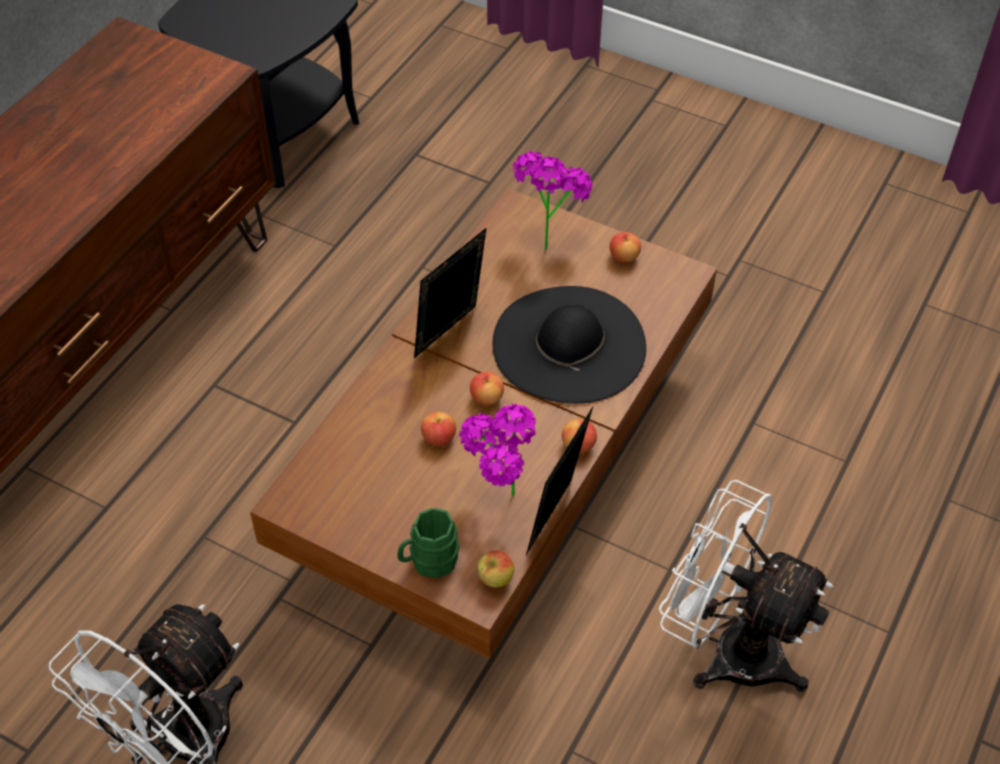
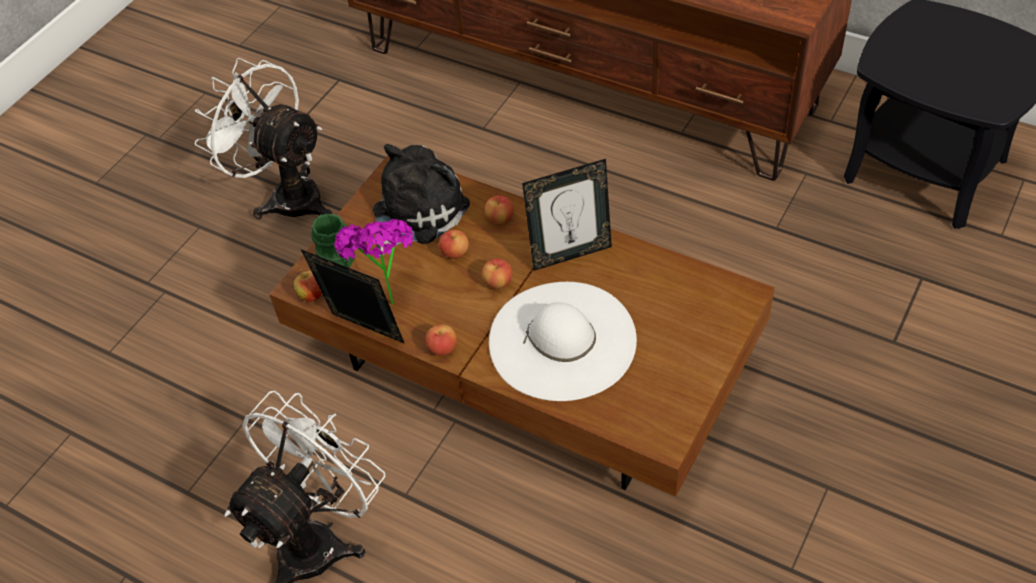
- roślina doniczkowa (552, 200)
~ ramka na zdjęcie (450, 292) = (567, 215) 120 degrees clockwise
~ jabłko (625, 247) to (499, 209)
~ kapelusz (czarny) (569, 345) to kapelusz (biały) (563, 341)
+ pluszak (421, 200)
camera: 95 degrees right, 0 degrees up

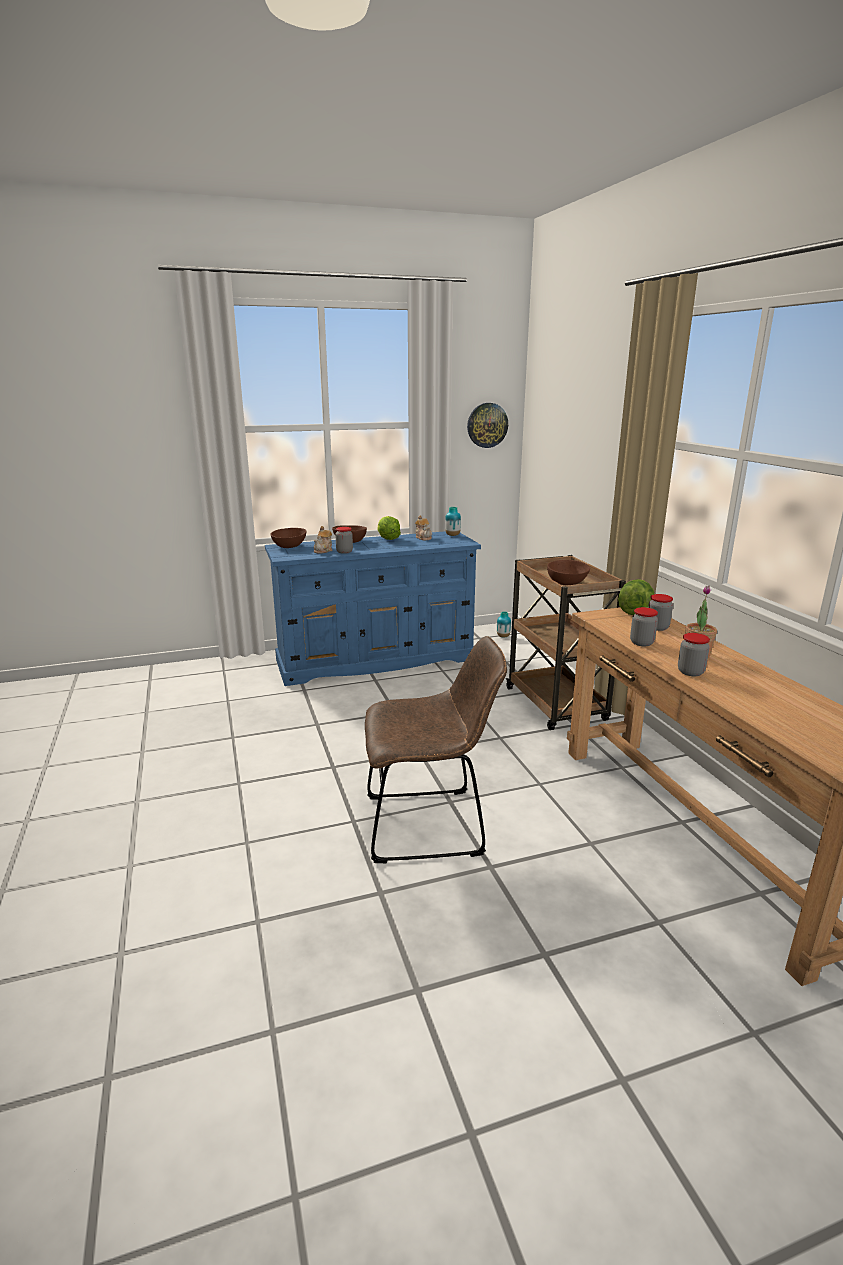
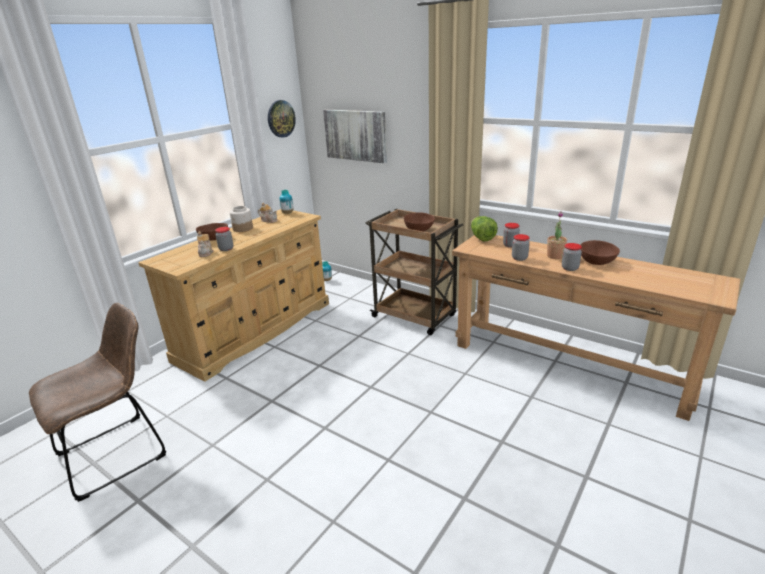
~ sałata (389, 528) to słoik (241, 219)
~ miska (brązowy) (288, 538) to (600, 252)
~ komoda (niebieski) (373, 608) to komoda (beżowy) (233, 295)
~ krzesło (brązowy) (436, 749) to (98, 402)
+ obraz (355, 136)
camera: 35 degrees left, 5 degrees up

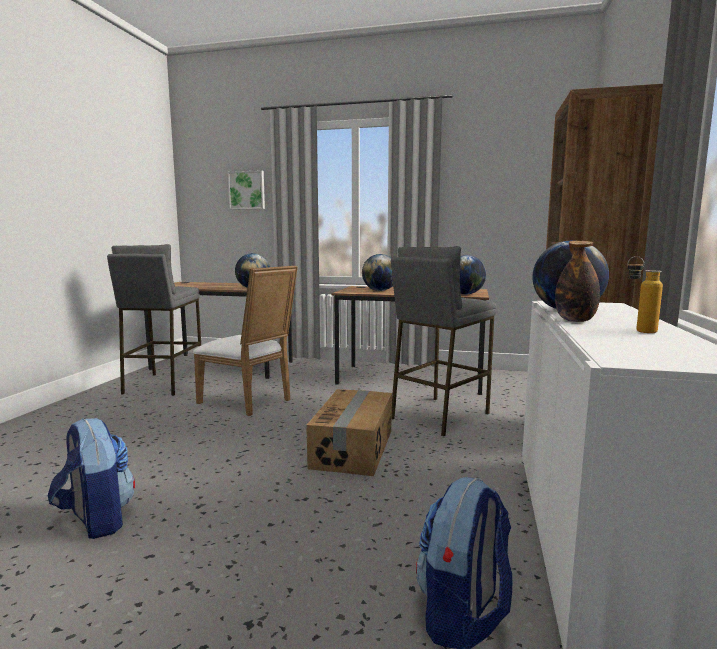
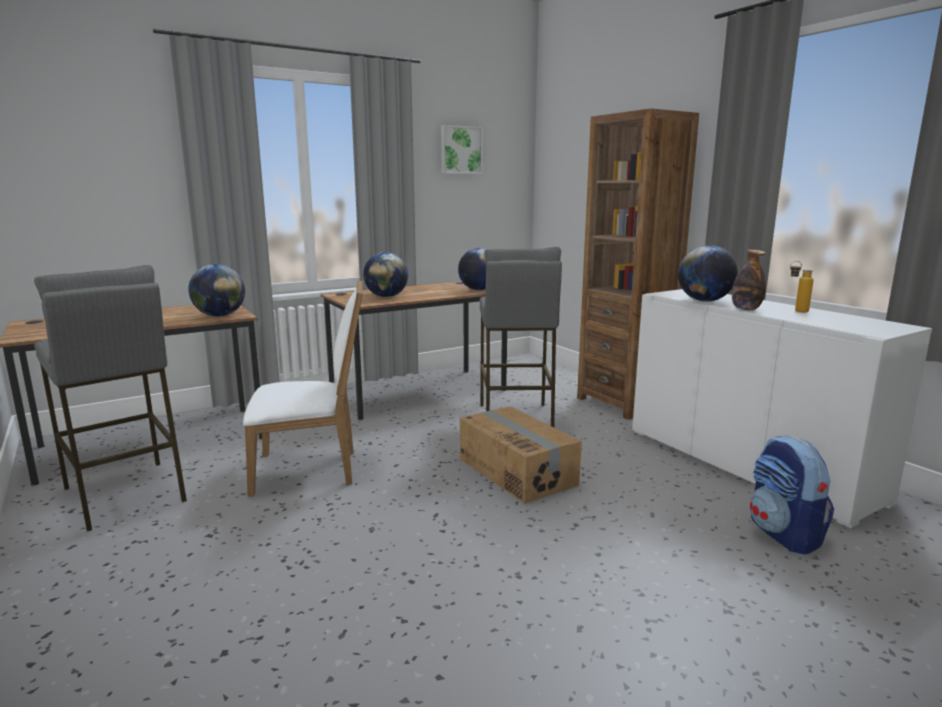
~ obraz (246, 189) to (462, 149)
- plecak (91, 478)
camera: 45 degrees left, 5 degrees up

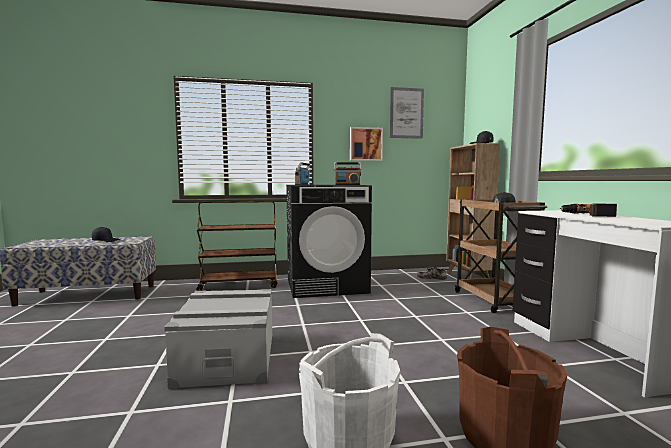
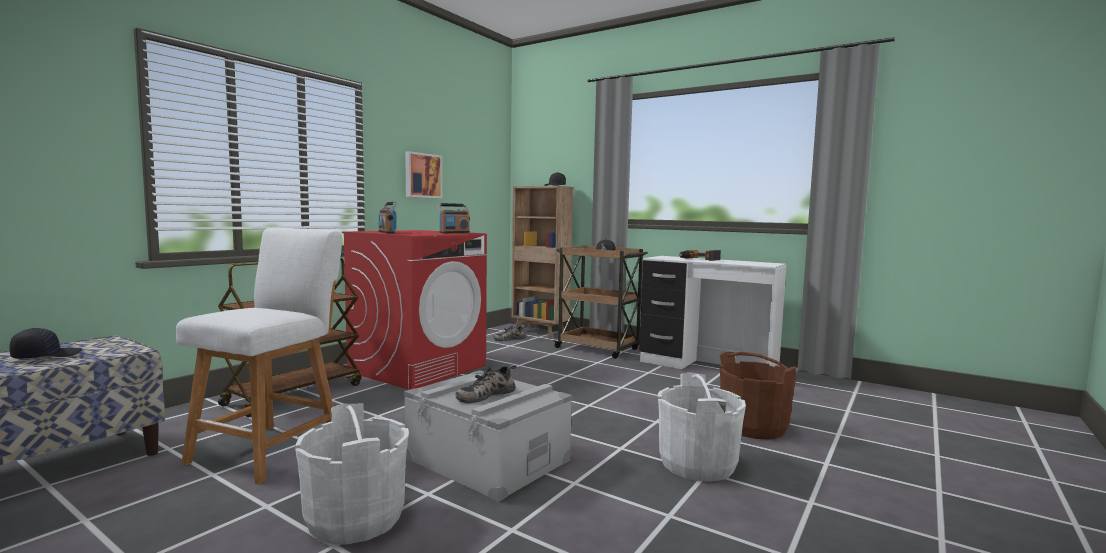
- obraz (407, 113)
~ pralka (czarny) (329, 241) to pralka (czerwony) (414, 310)
+ stołek (biały) (259, 356)
+ but (486, 384)
+ wiadro (biały) (352, 474)
camera: 45 degrees left, 0 degrees up

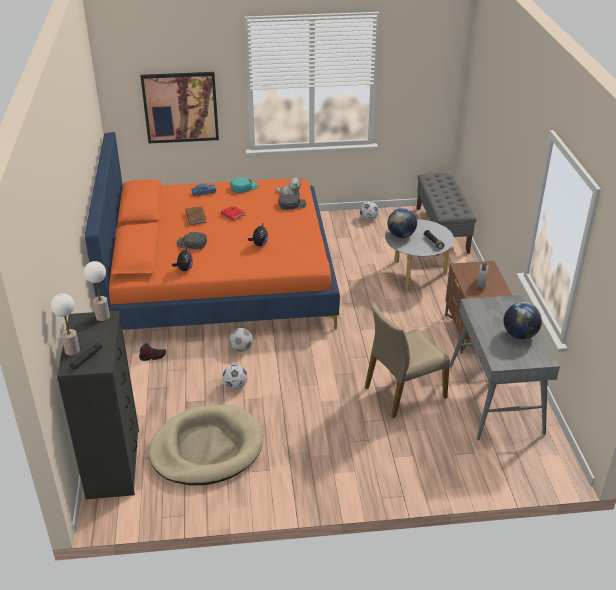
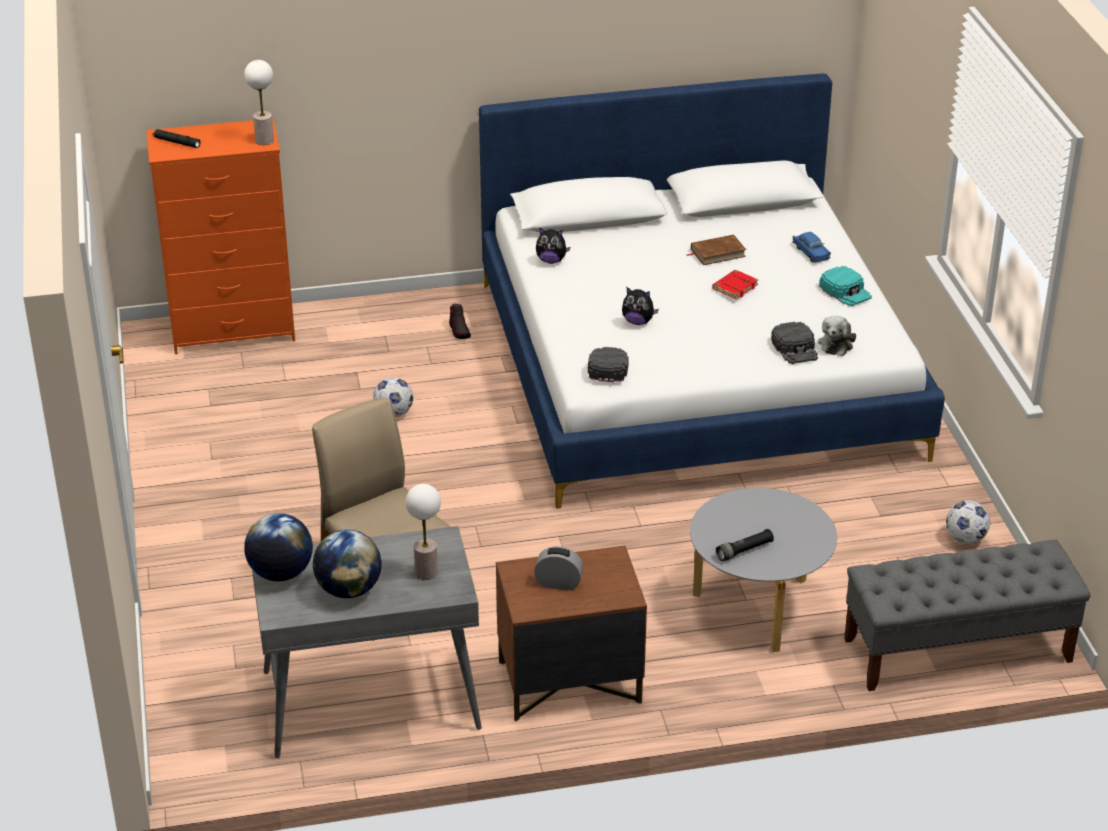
- obraz (179, 107)
~ łóżko (pomarańczowy) (212, 231) to łóżko (biały) (712, 291)
~ globus (402, 223) to (278, 547)
~ czapka z daszkiem (czarny) (191, 241) to (608, 364)
~ lampa stołowa (65, 325) to (423, 532)
~ komoda (czarny) (98, 405) to komoda (pomarańczowy) (220, 236)
- piłka futbolowa (241, 340)
- legowisko (beżowy) (206, 444)
camera: 85 degrees right, 0 degrees up

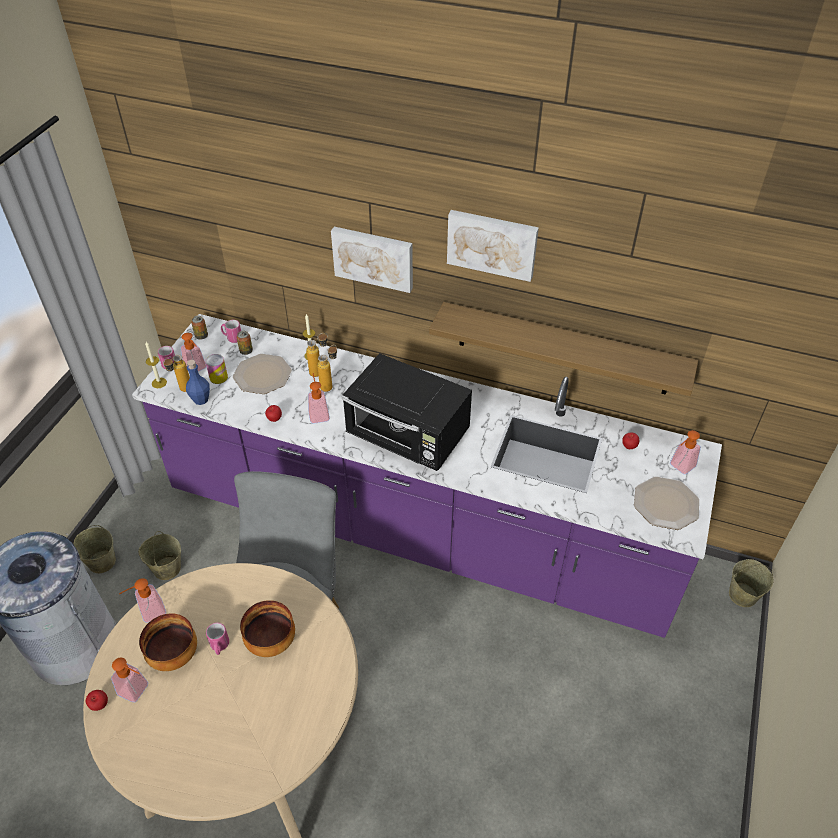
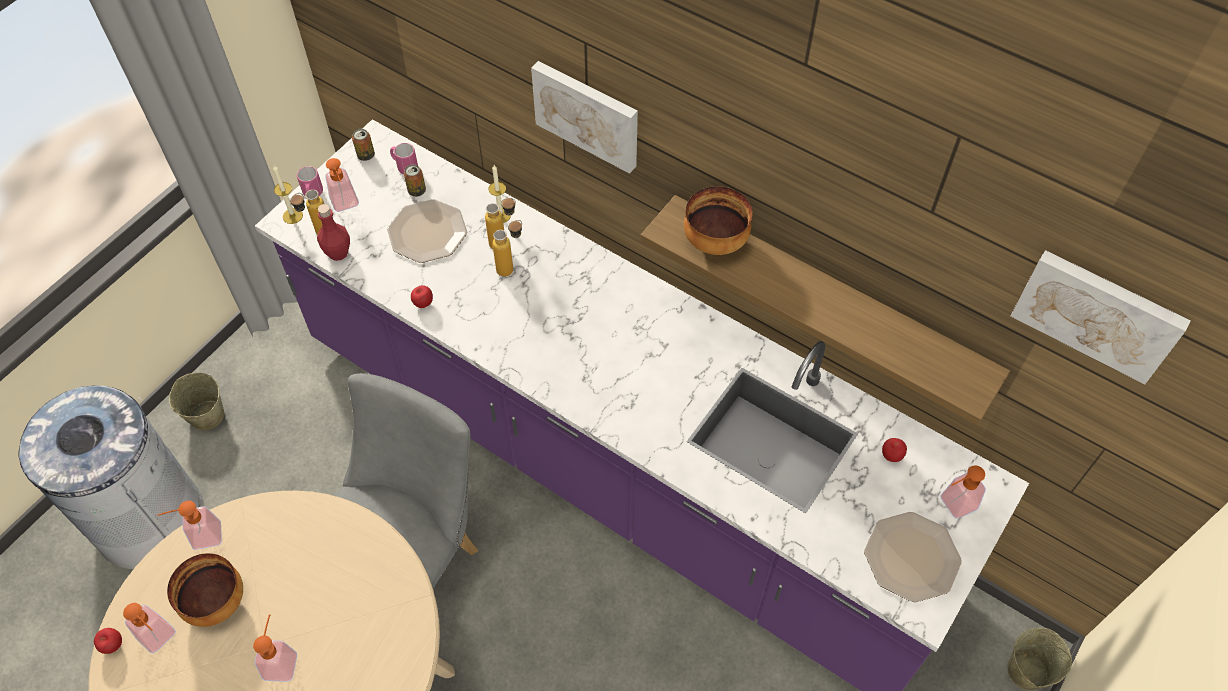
~ obraz (493, 246) to (1101, 317)
- mikrofalówka (czarny) (407, 412)
- puszka (216, 369)
~ butelka (niebieski) (198, 382) to butelka (czerwony) (333, 232)
~ dozownik mydła (319, 398) to (275, 648)
- wiadro (beżowy) (159, 555)
~ miska (267, 628) to (718, 220)
- kubek (różowy) (217, 639)
camera: 15 degrees right, 10 degrees up

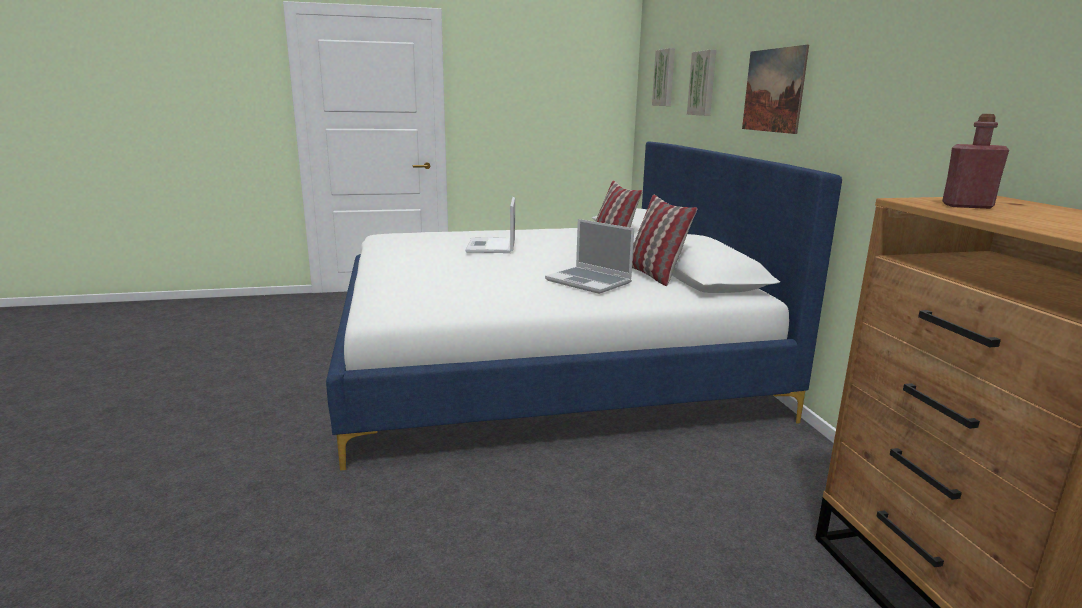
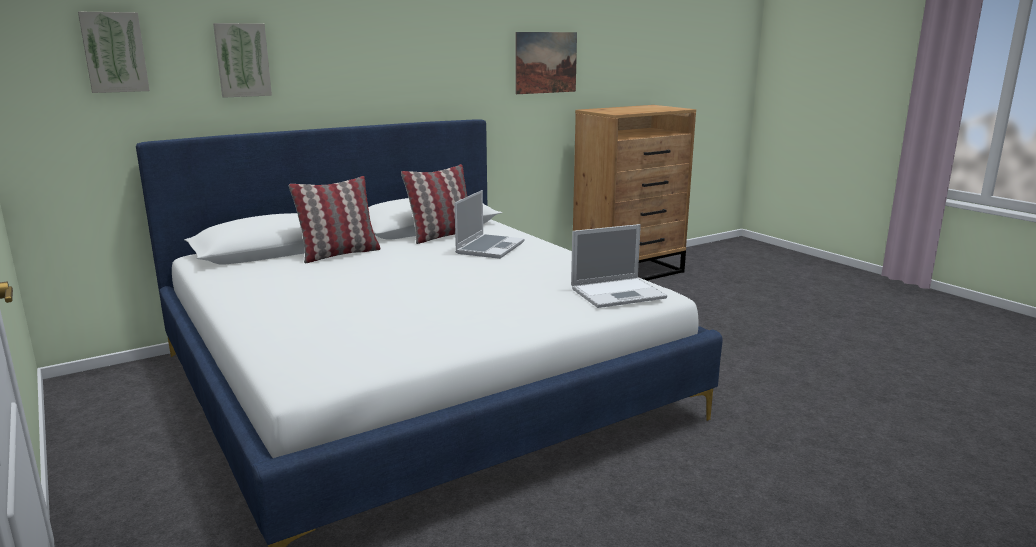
~ obraz (775, 89) to (546, 63)
- butelka (czerwony) (975, 161)
~ laptop (490, 225) to (619, 266)
camera: 110 degrees left, 0 degrees up

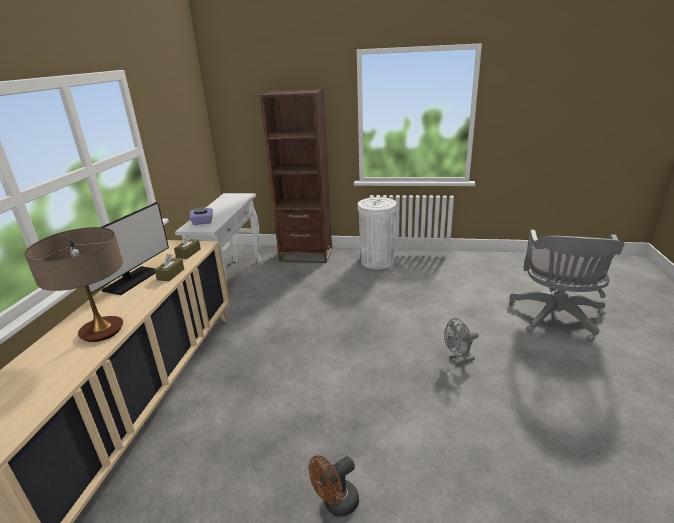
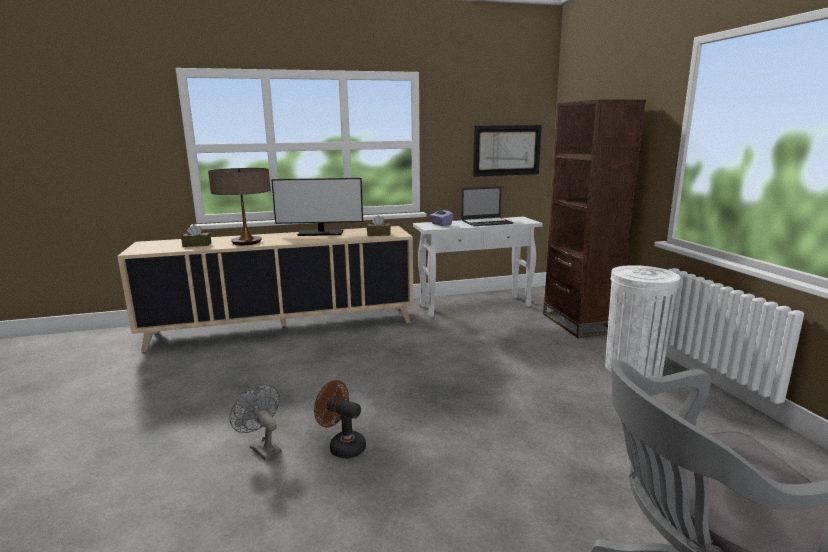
~ pudełko chusteczek (brązowy) (169, 267) to (196, 235)
~ wentylator (szary) (461, 341) to (255, 422)
~ wentylator (brązowy) (334, 486) to (340, 419)
+ obraz (507, 151)
+ laptop (487, 206)
camera: 65 degrees right, 10 degrees down

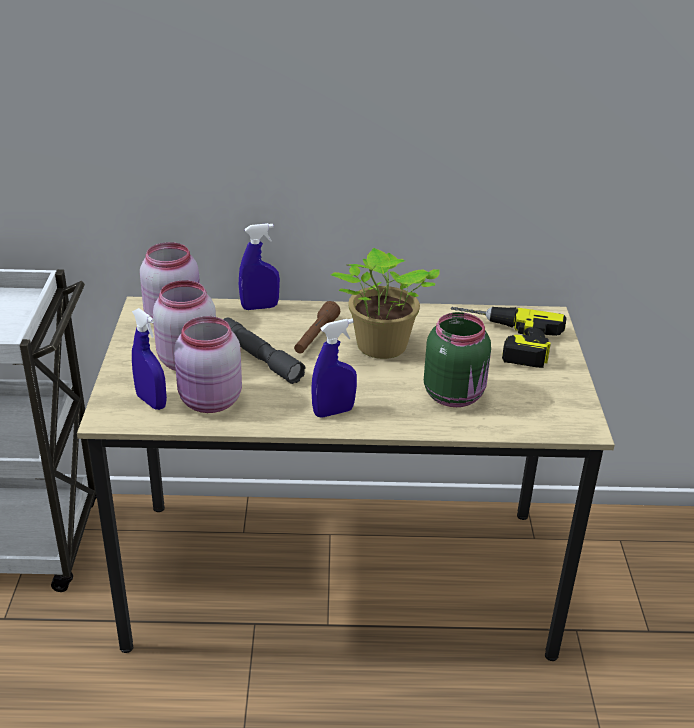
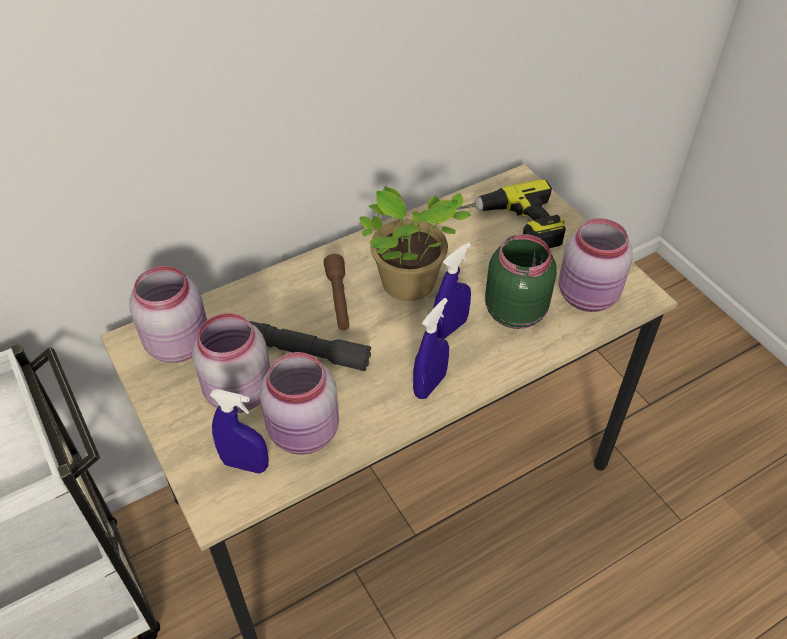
~ spryskiwacz (niebieski) (259, 266) to (452, 290)
+ słoik (różowy) (596, 265)
camera: 30 degrees left, 15 degrees up

